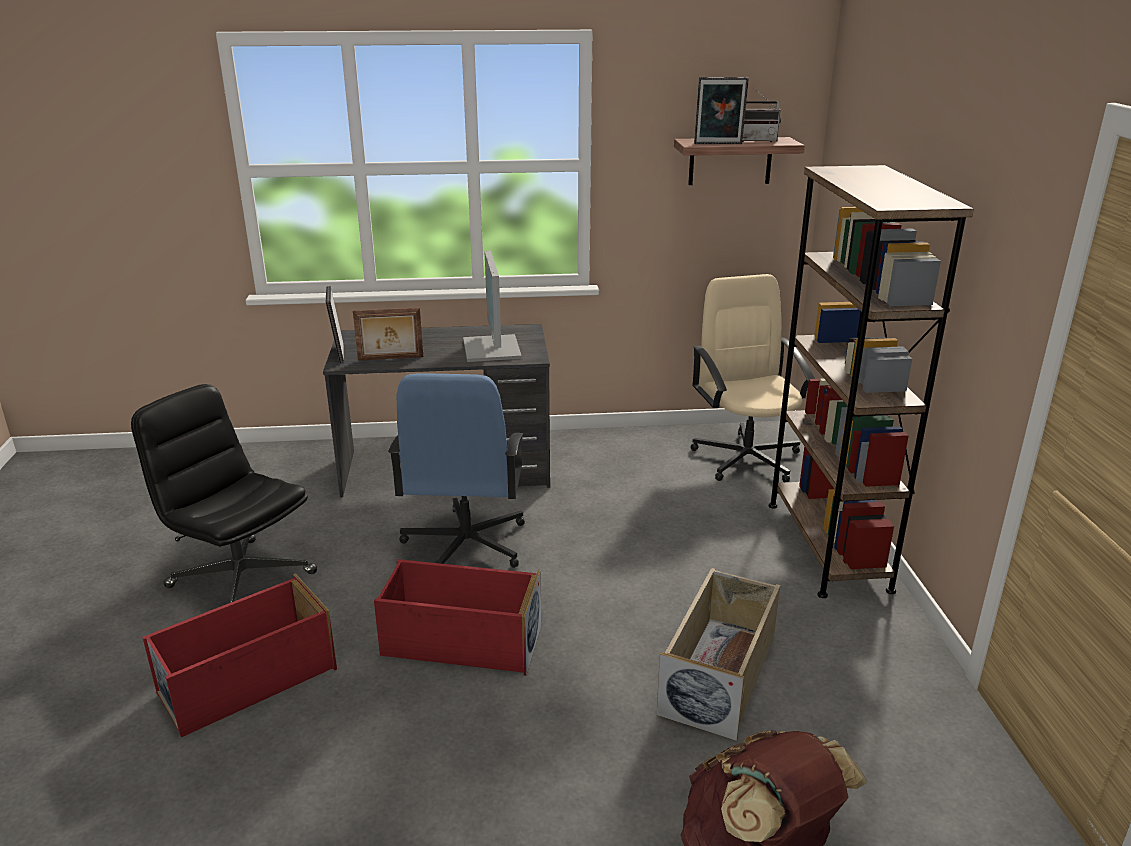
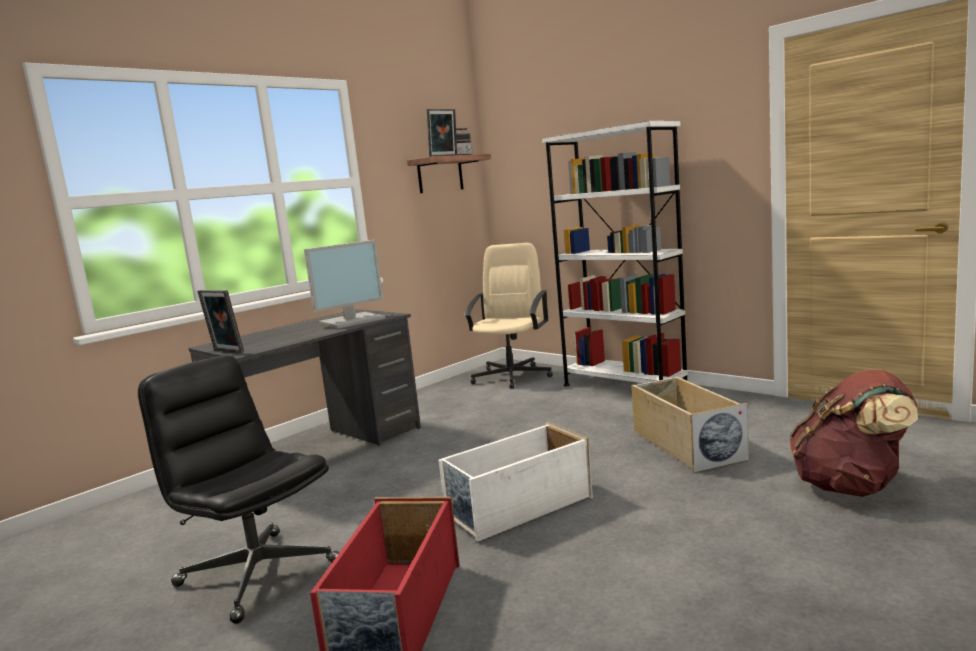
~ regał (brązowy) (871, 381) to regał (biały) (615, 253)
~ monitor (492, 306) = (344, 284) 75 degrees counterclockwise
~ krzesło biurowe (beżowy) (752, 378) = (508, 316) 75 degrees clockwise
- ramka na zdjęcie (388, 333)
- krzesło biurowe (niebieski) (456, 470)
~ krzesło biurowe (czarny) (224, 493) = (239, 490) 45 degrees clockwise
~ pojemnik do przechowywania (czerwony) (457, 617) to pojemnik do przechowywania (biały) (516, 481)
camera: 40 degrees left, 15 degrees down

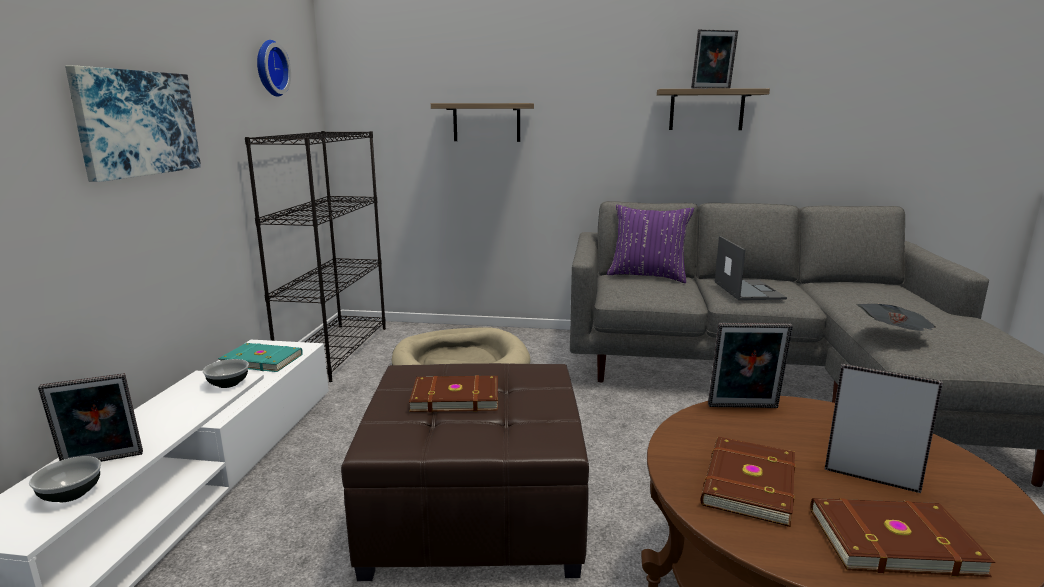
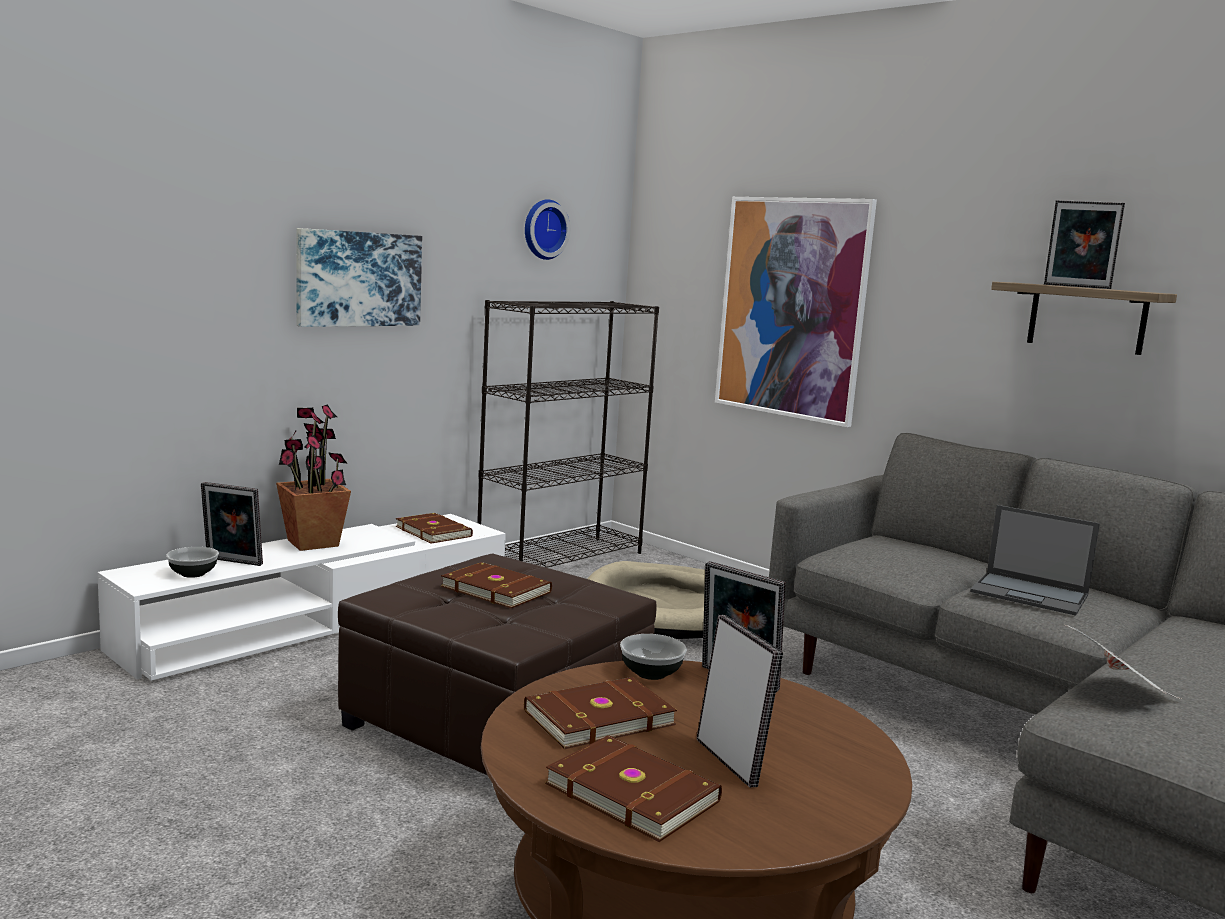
~ półka (482, 122) to obraz (796, 312)
- poduszka (fioletowy) (650, 244)
~ laptop (751, 268) = (1035, 560) 90 degrees clockwise
~ książka (turkusowy) (260, 357) to książka (brązowy) (434, 528)
~ miska (226, 373) to (653, 657)
+ roślina doniczkowa (313, 477)
camera: 35 degrees right, 5 degrees down

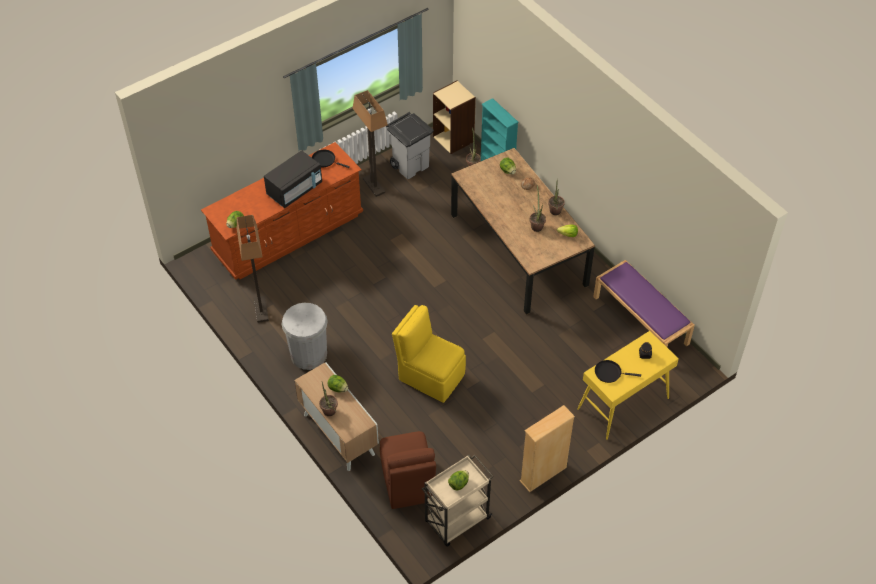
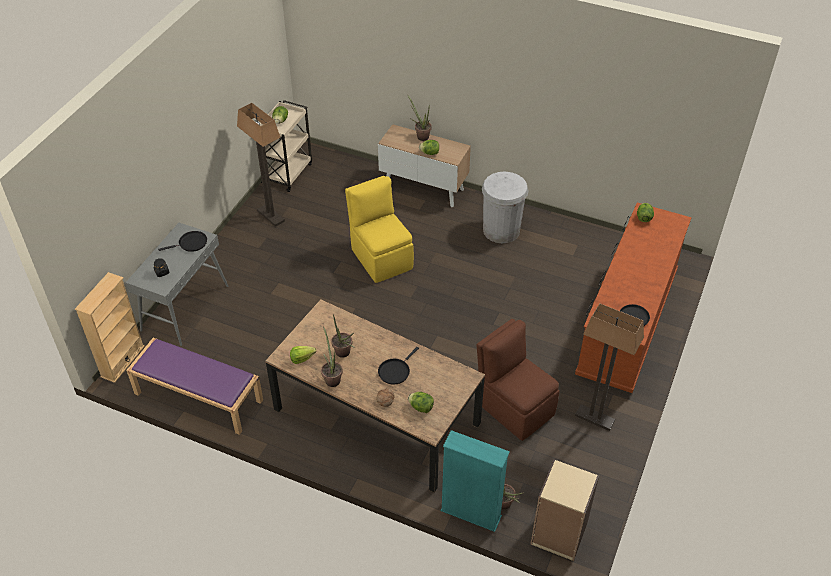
- kosz na śmieci (szary) (410, 145)
- mikrofalówka (czarny) (293, 179)
~ lampa stojąca (253, 269) to (261, 165)
~ krzesło (żółty) (429, 354) = (379, 229) 120 degrees counterclockwise
~ stolik konsolowy (żółty) (628, 385) to stolik konsolowy (szary) (176, 284)
~ regał (beżowy) (547, 448) to (110, 327)
~ krzesło (brązowy) (408, 470) to (517, 380)
+ patelnia (czarny) (398, 366)
camera: 150 degrees right, 5 degrees down

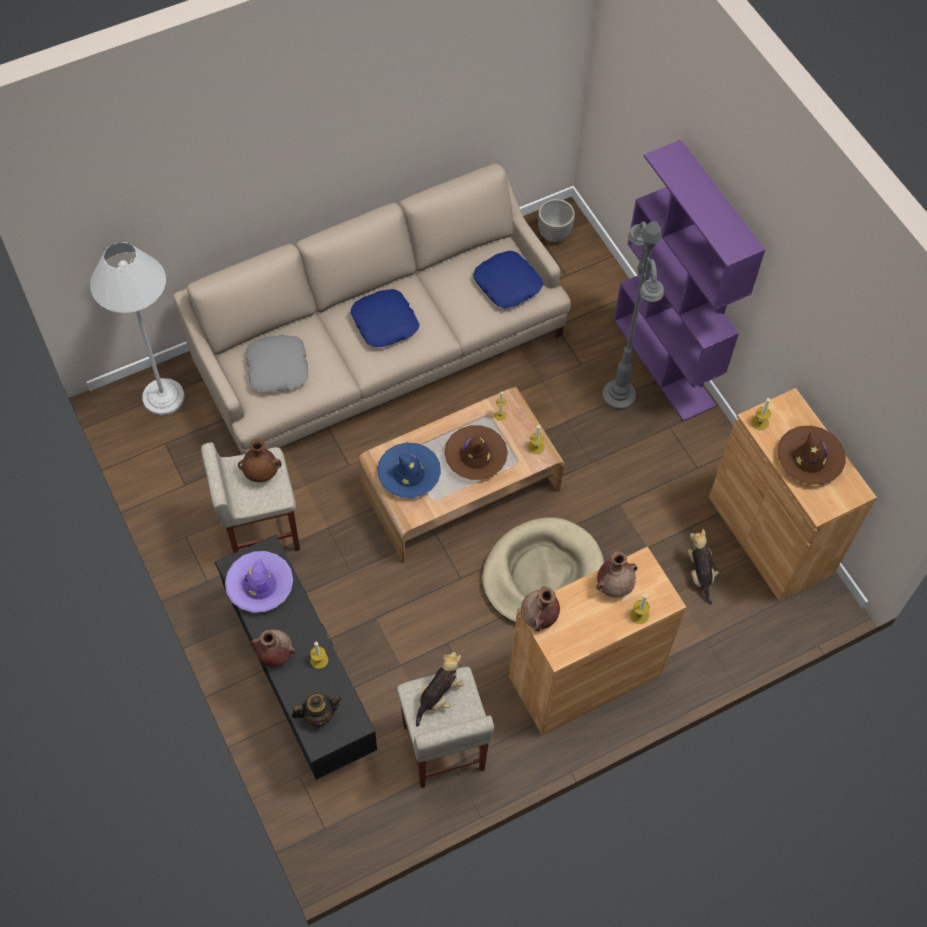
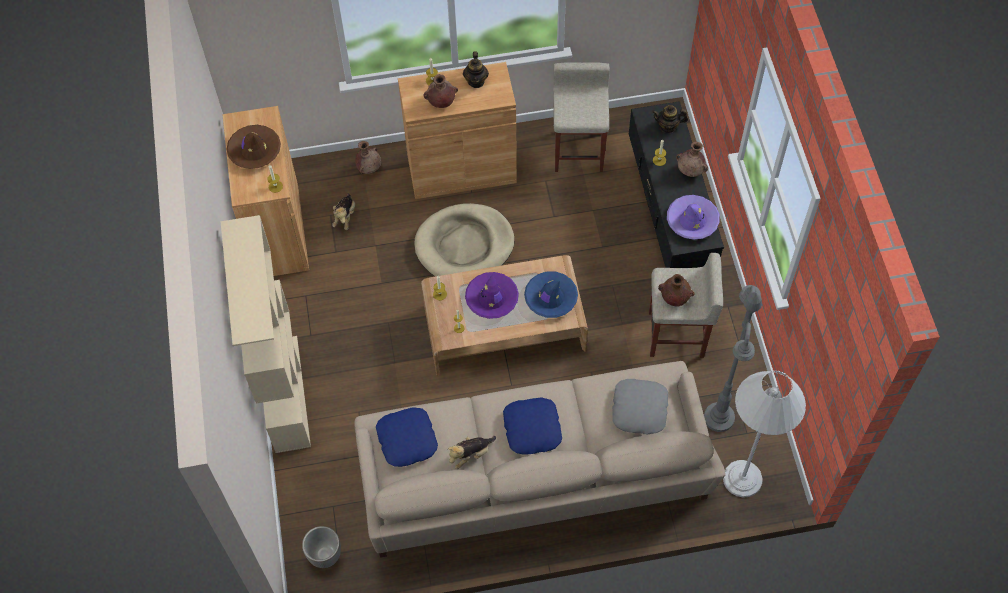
~ regał (fioletowy) (689, 280) to regał (beżowy) (265, 334)
~ lampa stojąca (szary) (633, 315) to (733, 358)
~ kapelusz (brązowy) (476, 452) to kapelusz (fioletowy) (492, 295)
~ wazon (brązowy) (540, 608) to (368, 157)
~ pluszak (440, 689) to (472, 452)
+ imbryk (476, 70)
camera: 160 degrees left, 0 degrees up

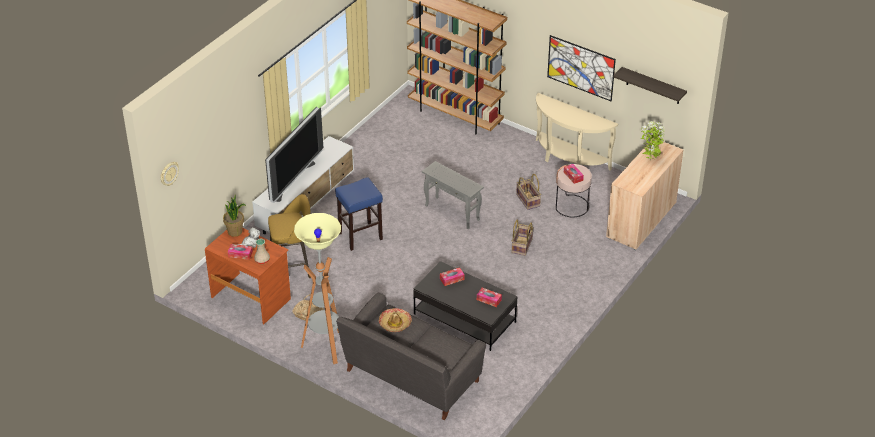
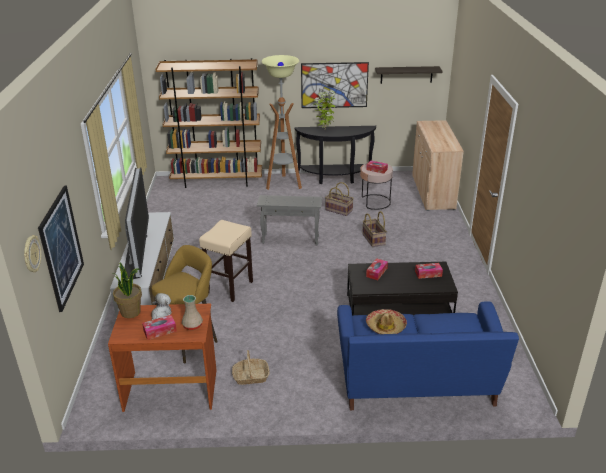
~ stolik konsolowy (beżowy) (577, 132) to stolik konsolowy (czarny) (335, 155)
~ roślina doniczkowa (652, 140) to (324, 110)
~ stołek (niebieski) (359, 214) to stołek (beżowy) (226, 261)
~ lampa stojąca (317, 288) to (281, 122)
~ kanapa (szary) (411, 356) to kanapa (niebieski) (428, 355)
+ obraz (61, 249)
camera: 35 degrees left, 10 degrees down

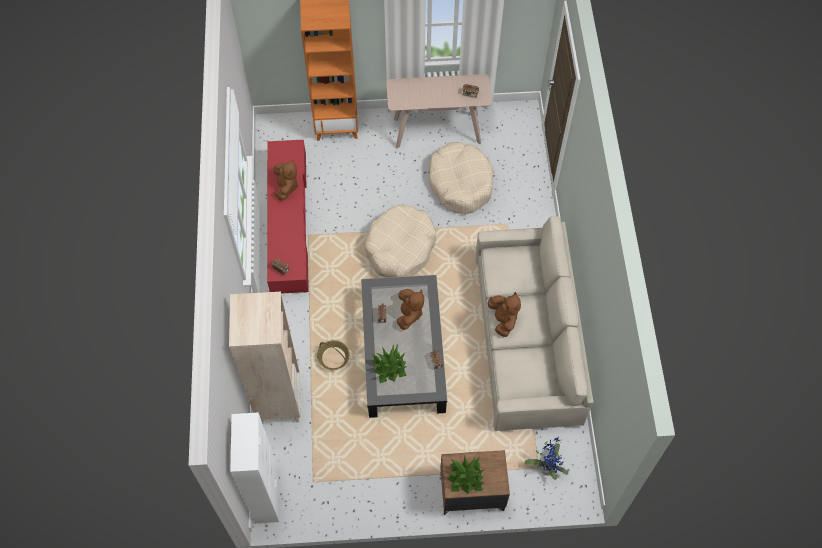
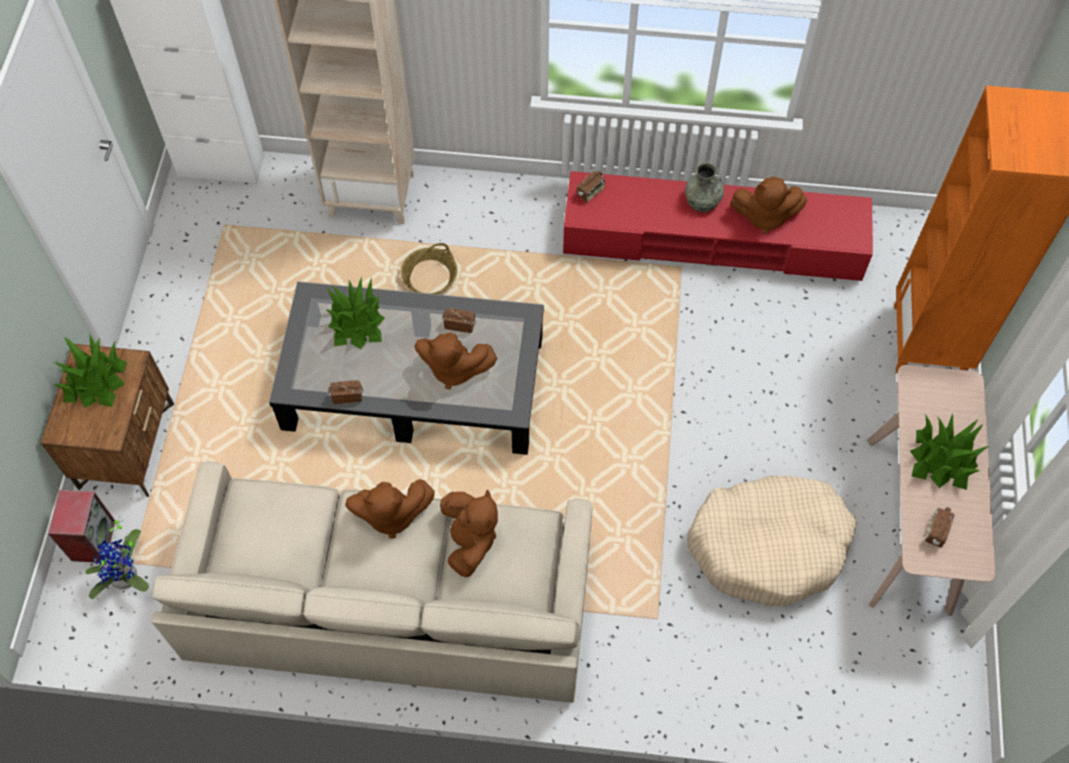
- legowisko (beżowy) (400, 241)
+ wazon (szary) (704, 187)
+ roślina doniczkowa (949, 451)
+ głośnik (81, 526)
+ pluszak (brązowy) (469, 533)
camera: 100 degrees right, 0 degrees up

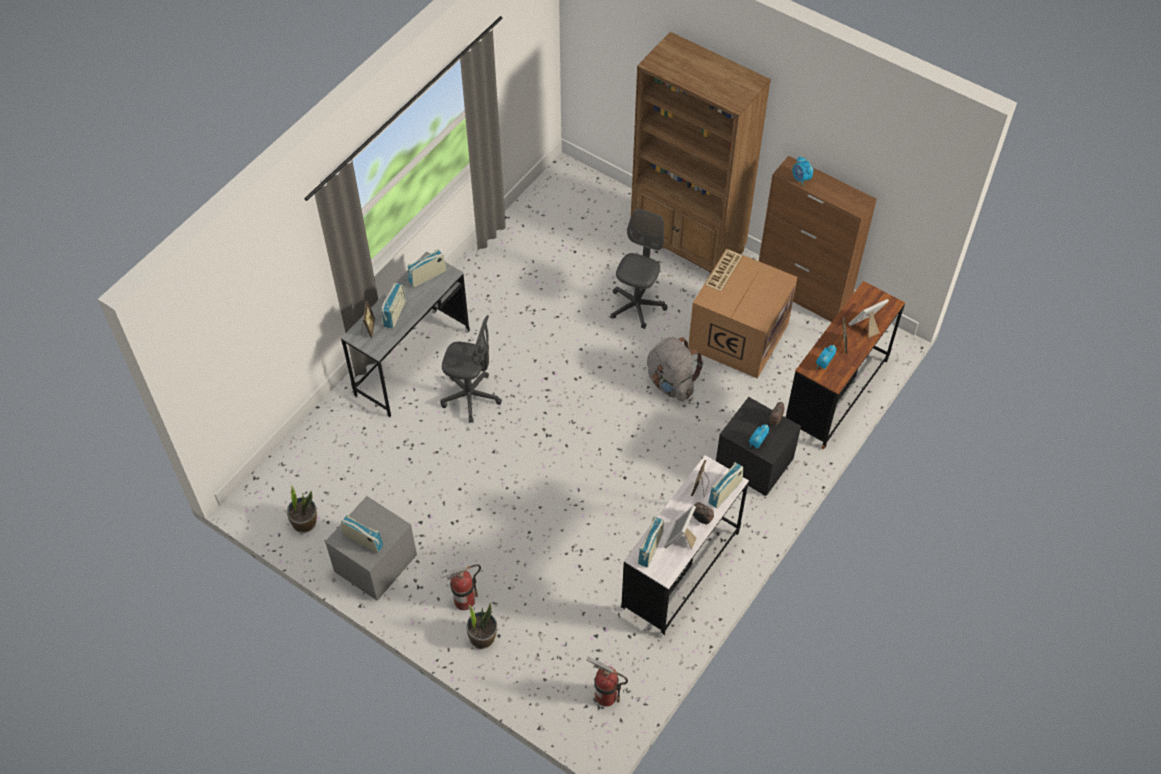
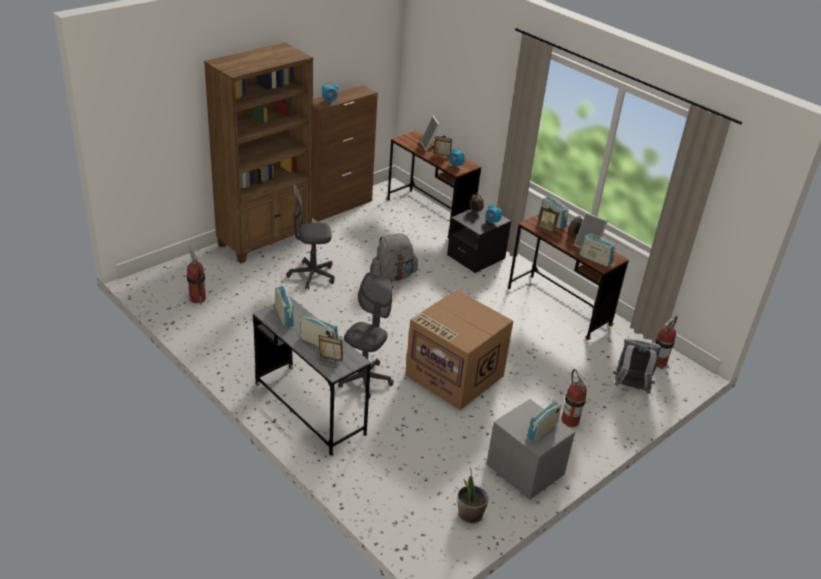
~ krzesło biurowe (szary) (639, 269) = (311, 237) 45 degrees counterclockwise
~ karton (743, 313) to (459, 350)
~ biurko (biały) (684, 546) to biurko (brązowy) (568, 277)
- roślina doniczkowa (481, 626)
+ gaśnica (196, 274)
+ plecak (szary) (637, 366)
camera: 80 degrees left, 20 degrees down

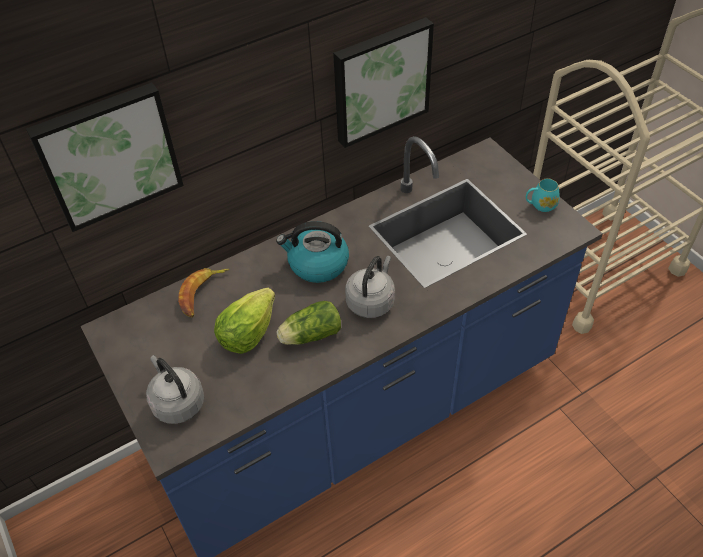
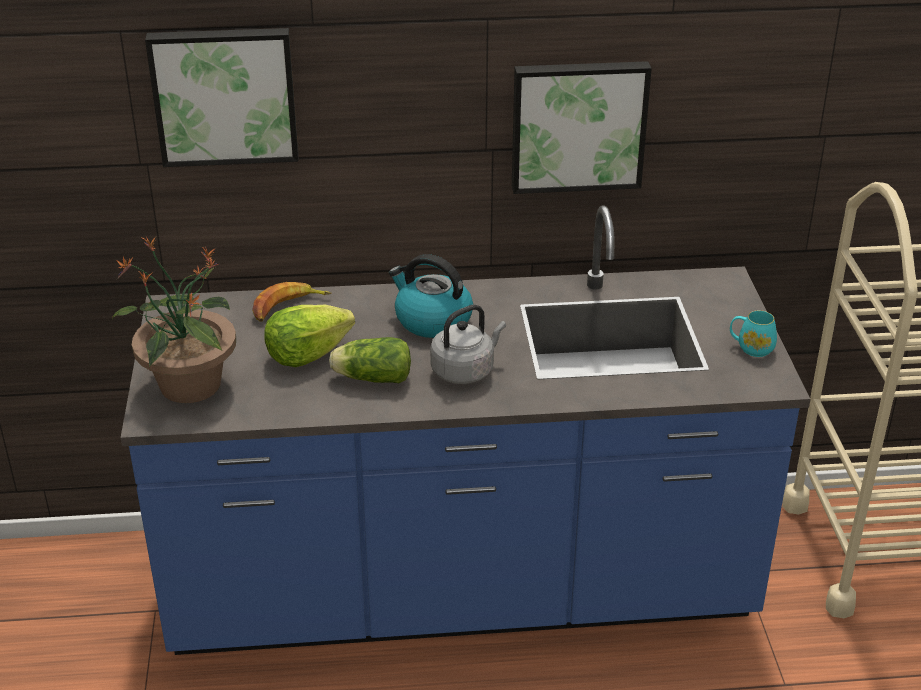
~ czajnik (szary) (175, 389) to roślina doniczkowa (174, 320)
camera: 25 degrees right, 15 degrees down

